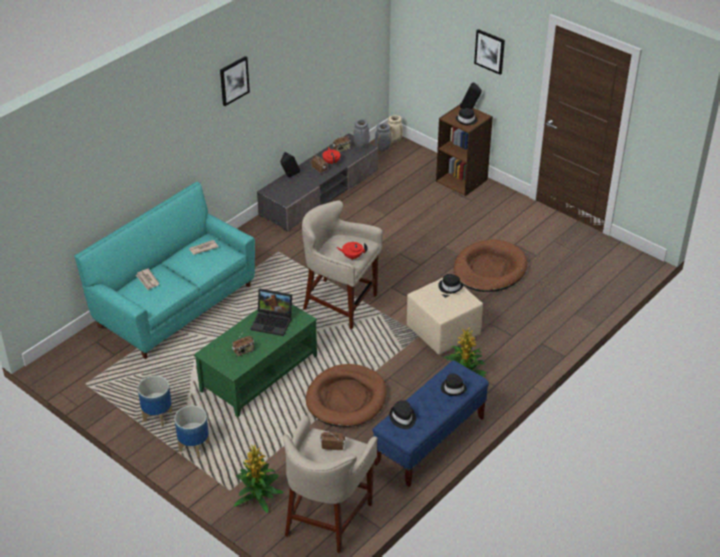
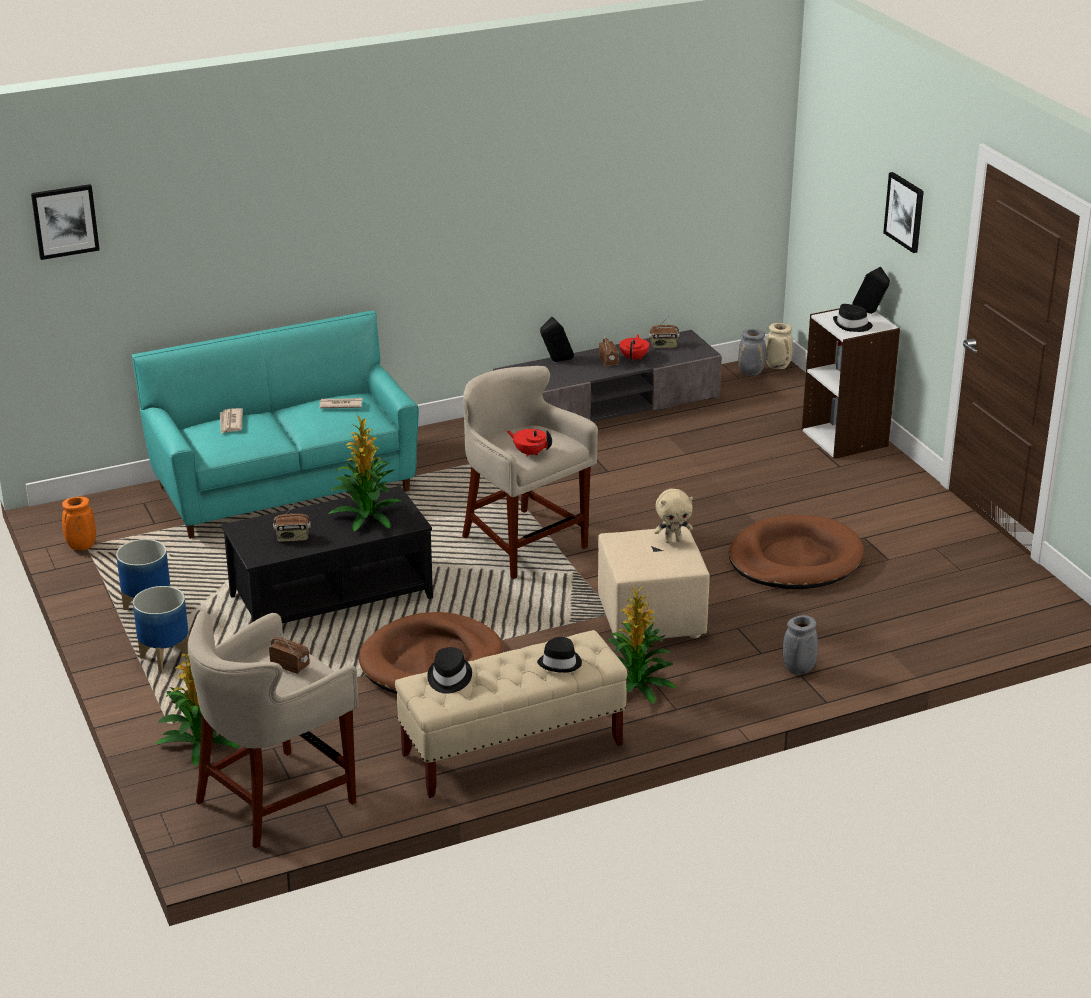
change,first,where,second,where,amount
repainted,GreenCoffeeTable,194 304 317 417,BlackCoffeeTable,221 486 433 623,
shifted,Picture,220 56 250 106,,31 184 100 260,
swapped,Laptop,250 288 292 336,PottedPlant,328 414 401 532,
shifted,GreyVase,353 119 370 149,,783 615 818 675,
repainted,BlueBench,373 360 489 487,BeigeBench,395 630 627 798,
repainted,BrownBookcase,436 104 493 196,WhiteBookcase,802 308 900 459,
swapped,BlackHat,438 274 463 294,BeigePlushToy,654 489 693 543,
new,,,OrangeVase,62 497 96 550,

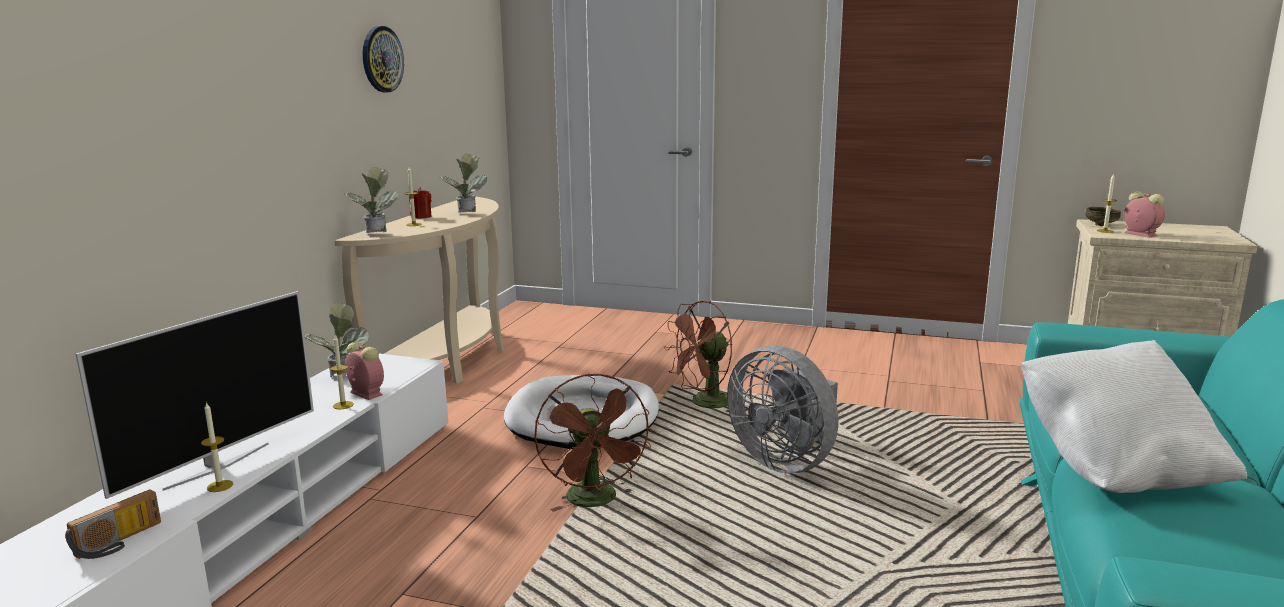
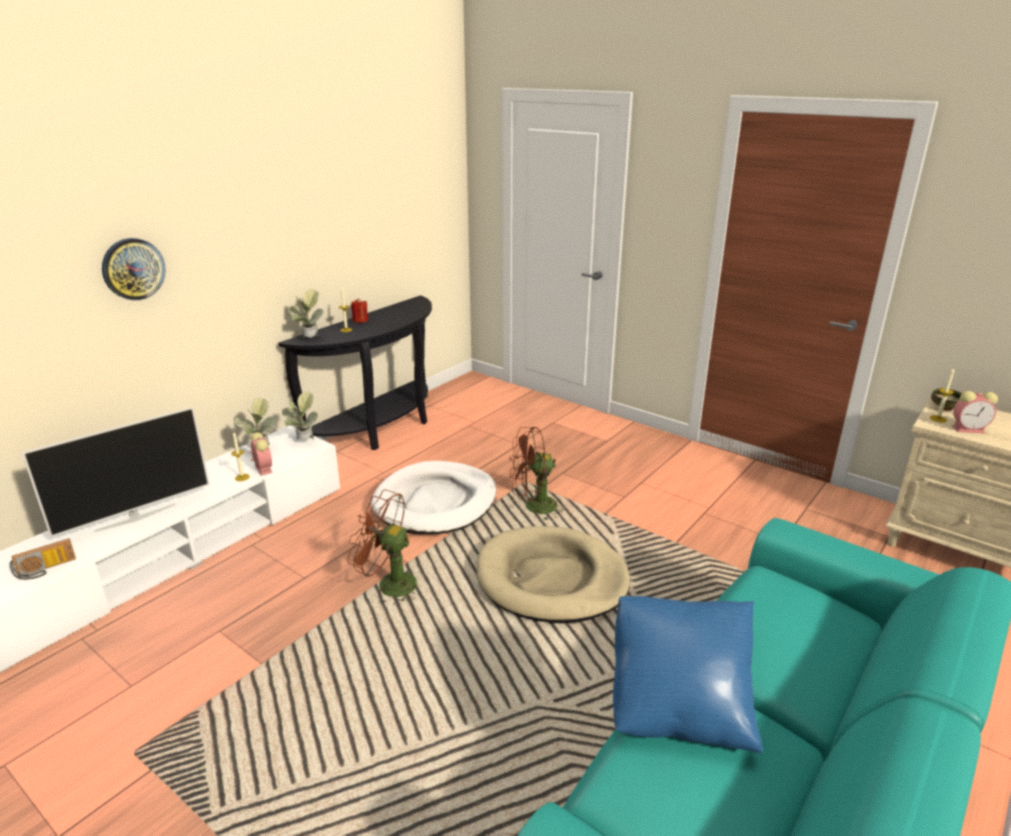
change,first,where,second,where,amount
gone,Candle,201 402 233 492,,,
repainted,BeigeConsoleTable,334 197 504 384,BlackConsoleTable,278 295 432 450,
shifted,WallClock,363 26 404 92,,102 238 165 300,
shifted,PottedPlant,440 154 487 213,,282 392 318 441,
rotated,BrownFan,534 374 651 512,,348 489 417 606,105 degrees clockwise
swapped,GreyFan,727 345 839 474,BeigeDogBed,476 526 630 623,
repainted,WhitePillow,1021 340 1247 493,BluePillow,613 596 762 753,
rotated,AlarmClock,1124 191 1165 238,,952 391 998 434,105 degrees clockwise

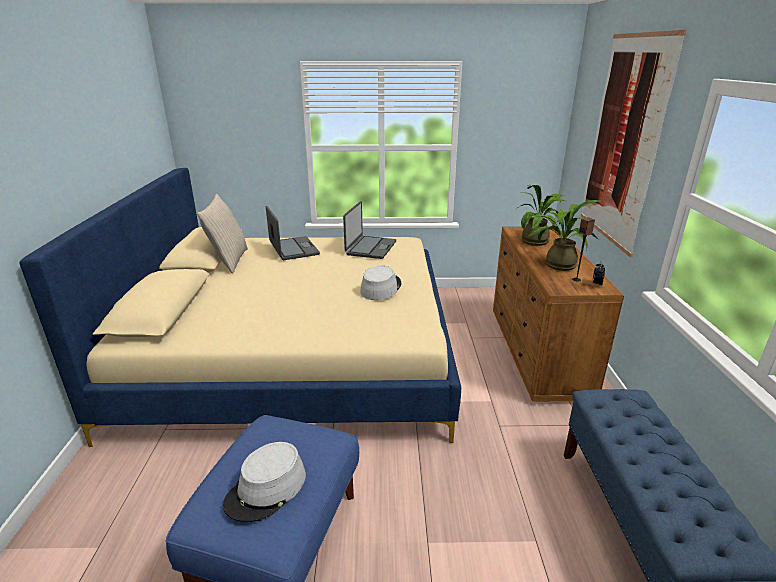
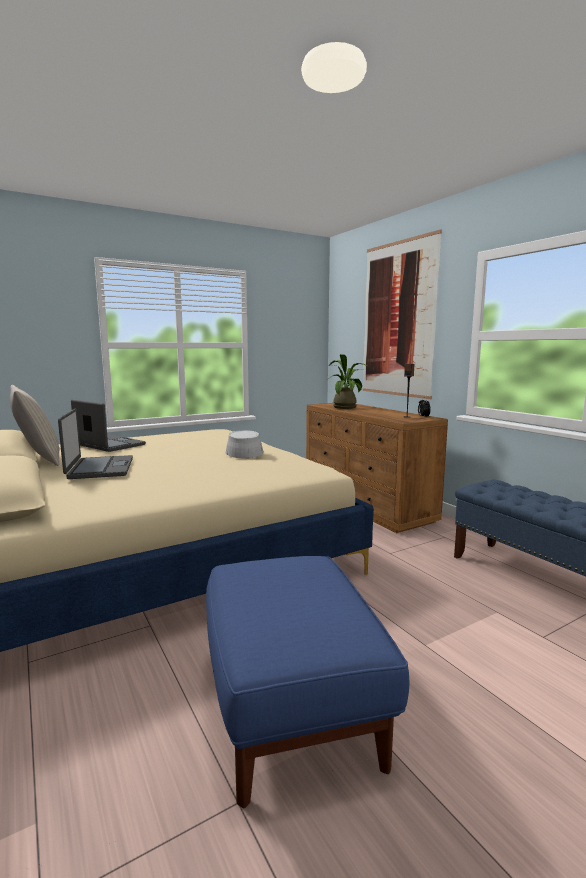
change,first,where,second,where,amount
gone,GreyHat,223 442 306 522,,,
shifted,Laptop,343 201 396 259,,58 408 133 479,
gone,PottedPlant,526 200 602 271,,,

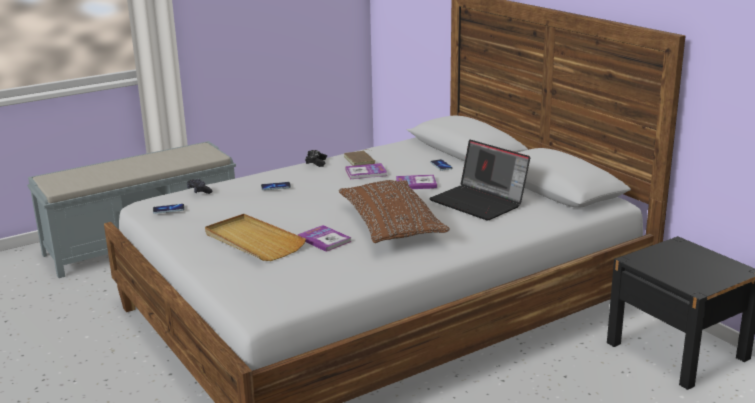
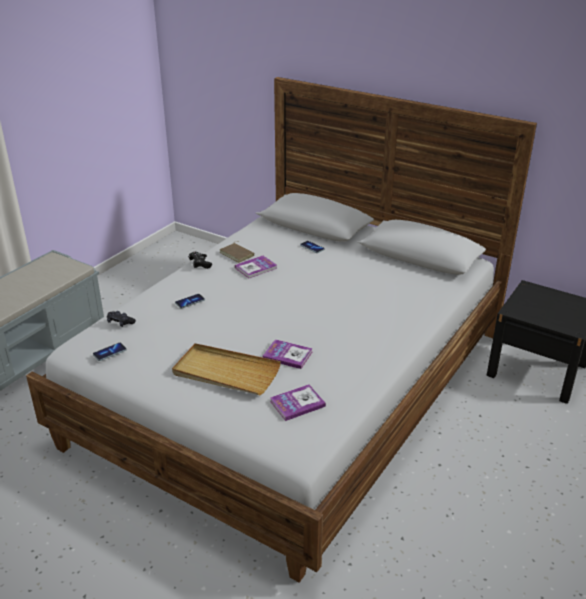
change,first,where,second,where,amount
gone,BrownPillow,339 180 450 243,,,
shifted,Book,396 174 437 189,,270 384 326 421,
gone,Laptop,429 140 530 221,,,

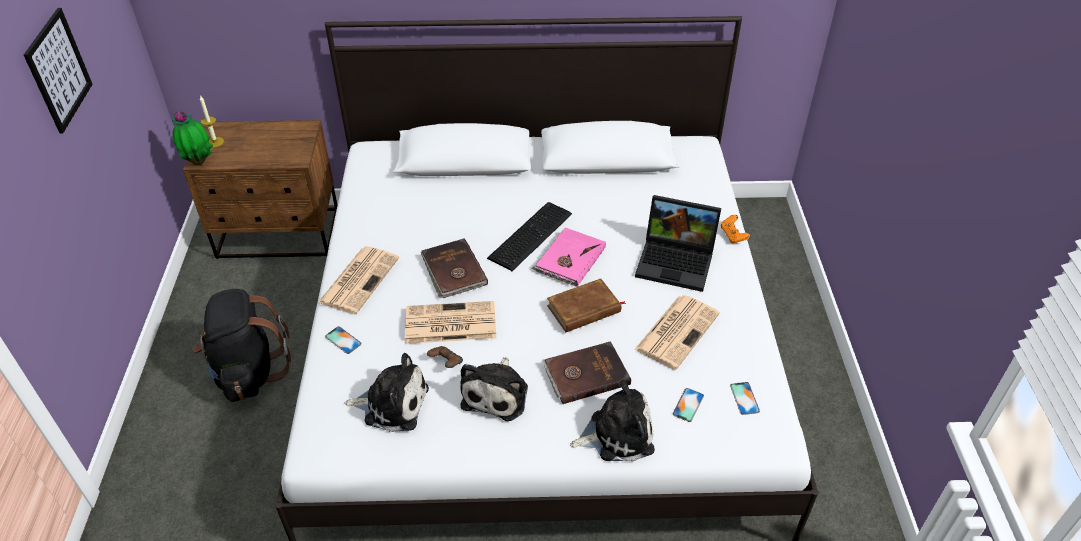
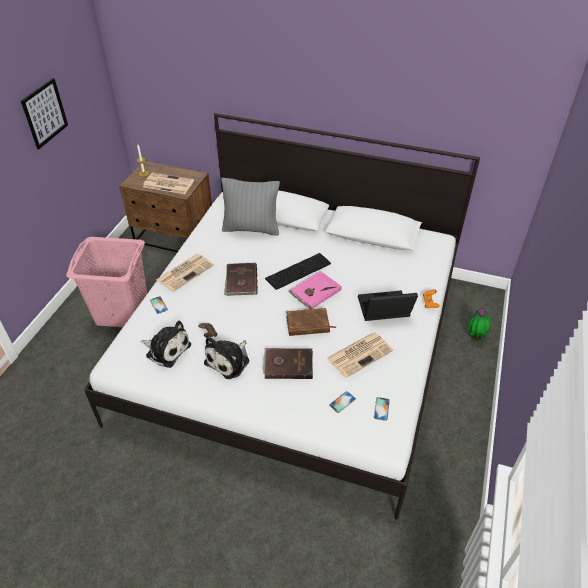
change,first,where,second,where,amount
shifted,PottedPlant,172 110 213 165,,467 308 491 341,
swapped,BlackBackpack,193 289 291 402,PinkLaundryBasket,66 237 147 327,
shifted,Newspaper,405 301 496 344,,143 173 194 194,
gone,PlushToy,570 380 655 461,,,
rotated,Laptop,635 195 721 292,,358 290 418 321,135 degrees clockwise
new,,,GreyPillow,221 178 280 236,

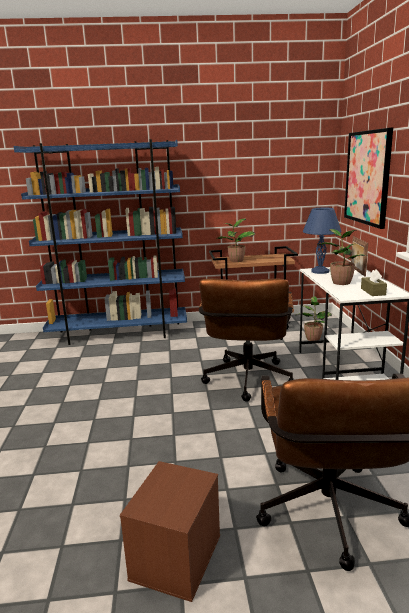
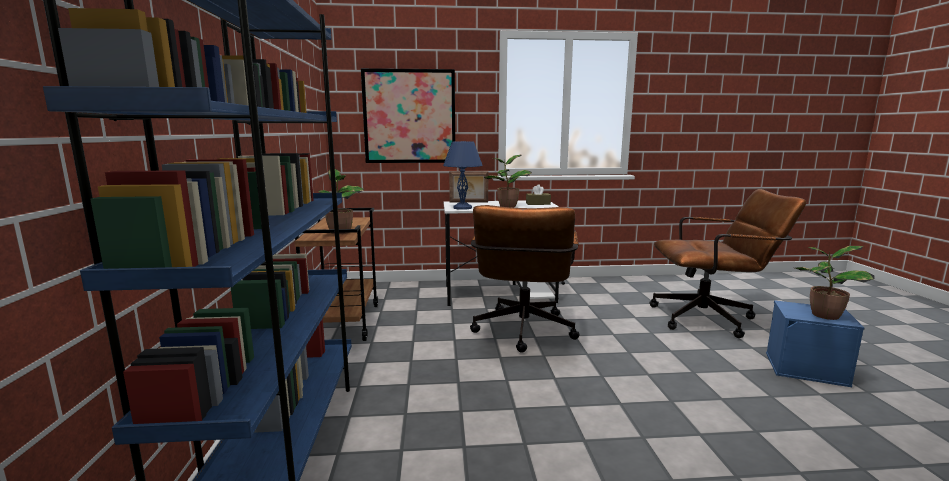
change,first,where,second,where,amount
repainted,BrownStorageBox,120 461 220 602,BlueStorageBox,766 300 864 387,
rotated,BrownOfficeChair,199 278 294 402,,470 205 580 353,90 degrees clockwise
shifted,PottedPlant,296 296 332 341,,795 246 874 320,

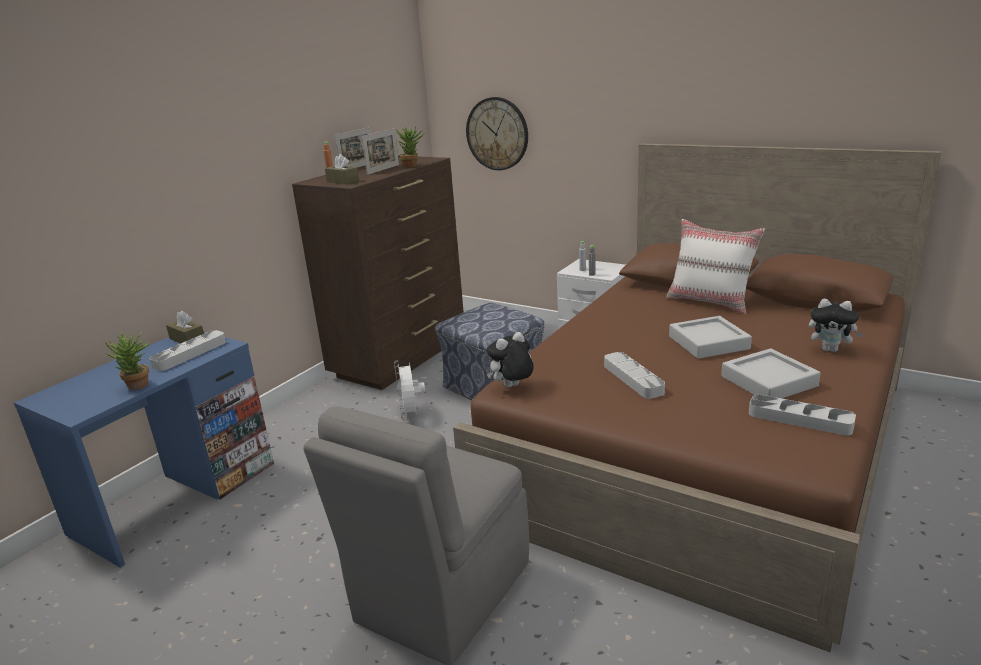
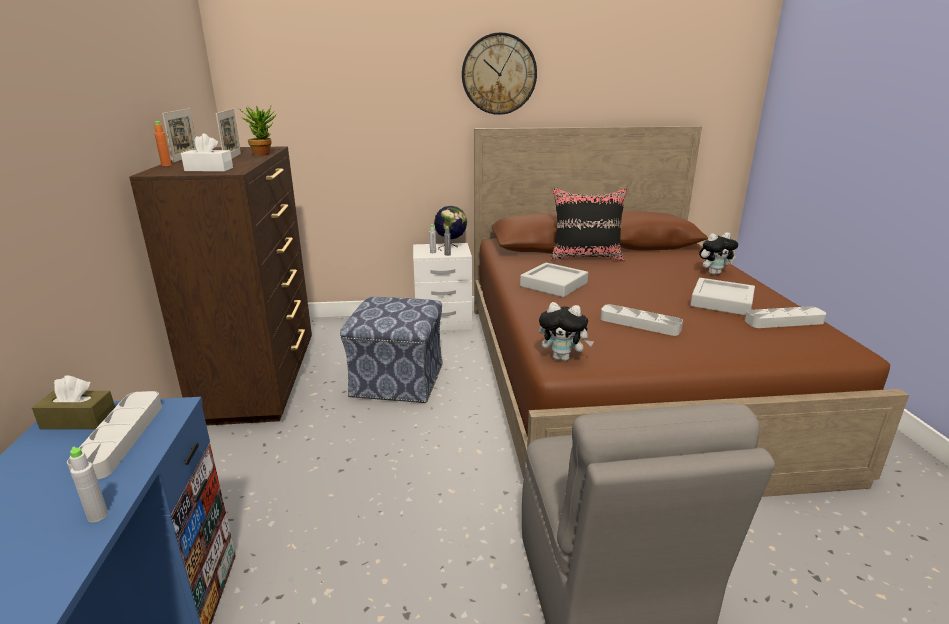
change,first,where,second,where,amount
swapped,PottedPlant,105 331 150 390,GreyBottle,70 446 108 523,
repainted,BrownTissueBox,325 154 359 184,WhiteTissueBox,181 134 233 172,
gone,WhiteFan,394 360 425 420,,,
shifted,WallClock,466 97 528 170,,462 32 537 115,
rotated,PlushToy,487 332 533 387,,539 302 594 361,90 degrees counterclockwise
repainted,WhitePillow,666 219 765 314,BlackPillow,551 188 627 261,
shifted,GreyTray,669 316 752 359,,520 262 588 297,
new,,,Globe,434 206 467 251,

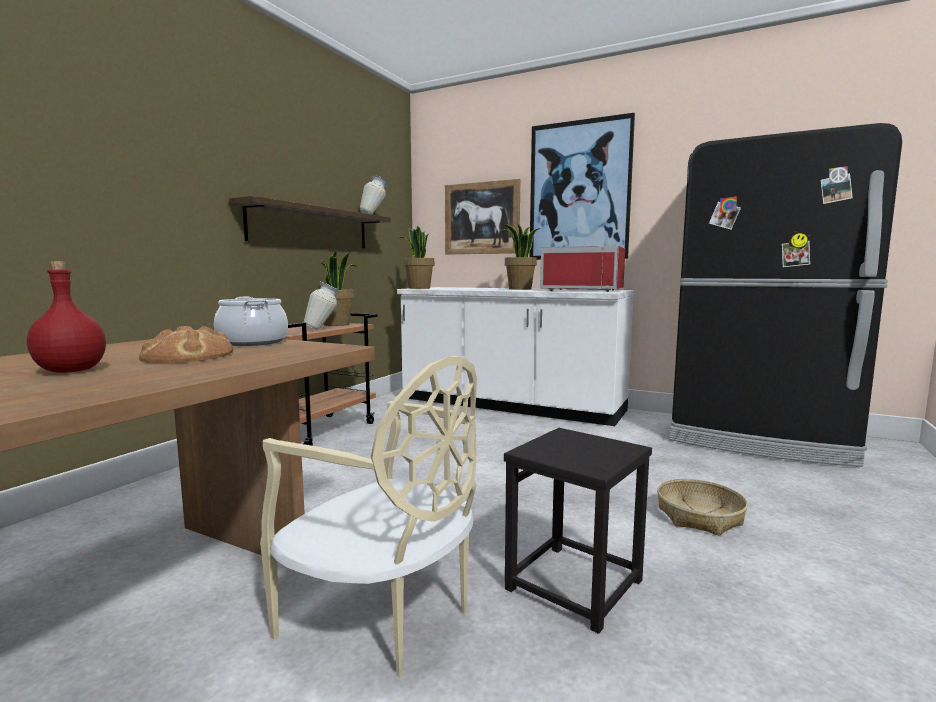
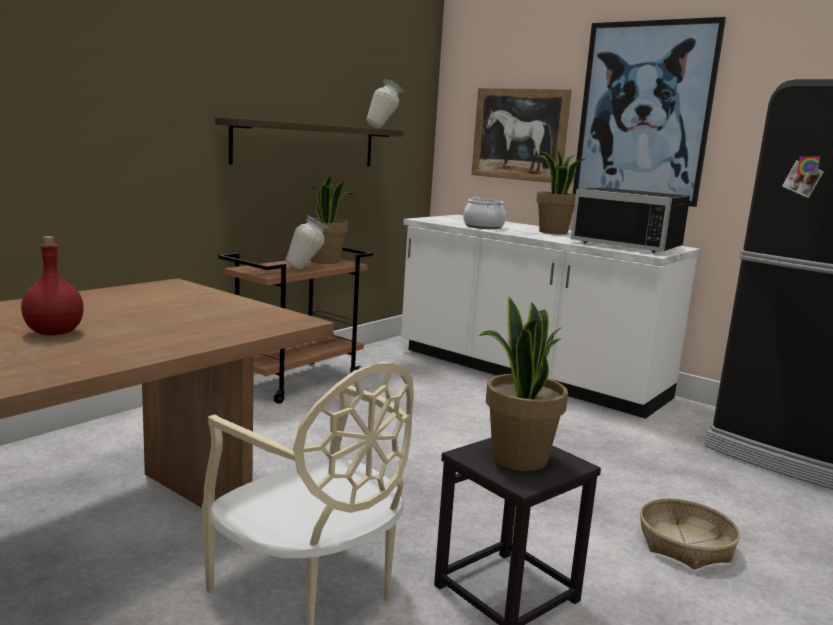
change,first,where,second,where,amount
gone,Bread,139 326 233 363,,,
shifted,CookingPot,214 297 288 346,,463 197 506 229,
shifted,PottedPlant,398 226 434 289,,479 297 568 471,
repainted,RedMicrowave,540 246 625 292,BlackMicrowave,571 187 690 253,

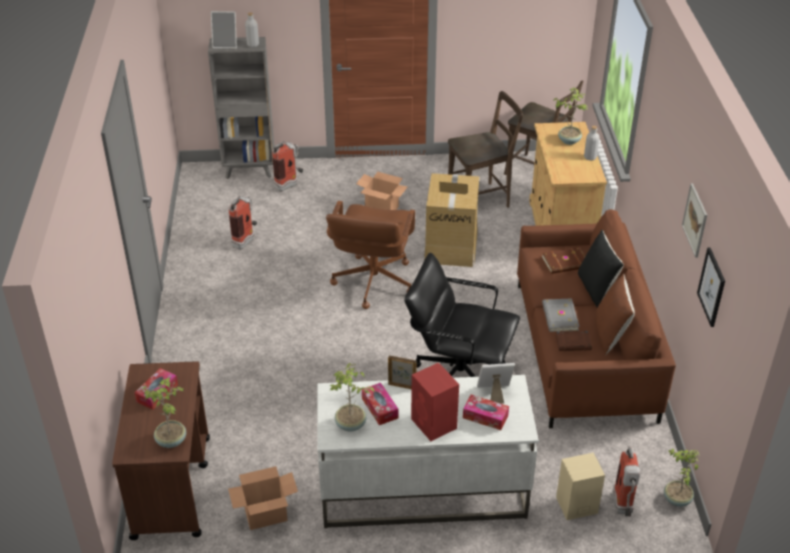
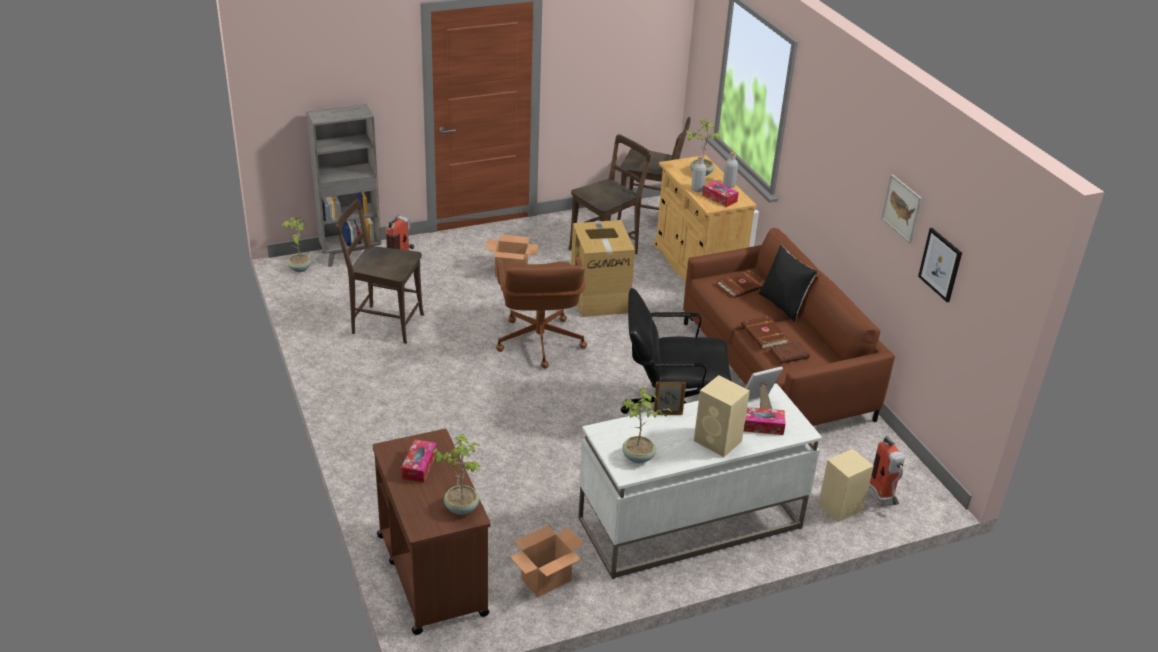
change,first,where,second,where,amount
gone,PictureFrame,211 11 237 49,,,
swapped,FireExtinguisher,228 196 257 250,BrownChair,336 199 424 344,
shifted,GreyBottle,245 12 259 47,,691 156 706 192,
shifted,TissueBox,362 383 398 425,,702 181 739 207,
repainted,RedSpeaker,411 363 459 441,BeigeSpeaker,694 375 750 457,
repainted,GreyBook,542 298 580 332,BrownBook,741 316 788 349,
gone,BrownPillow,595 274 635 355,,,
shifted,PottedPlant,664 448 700 507,,281 217 312 272,

